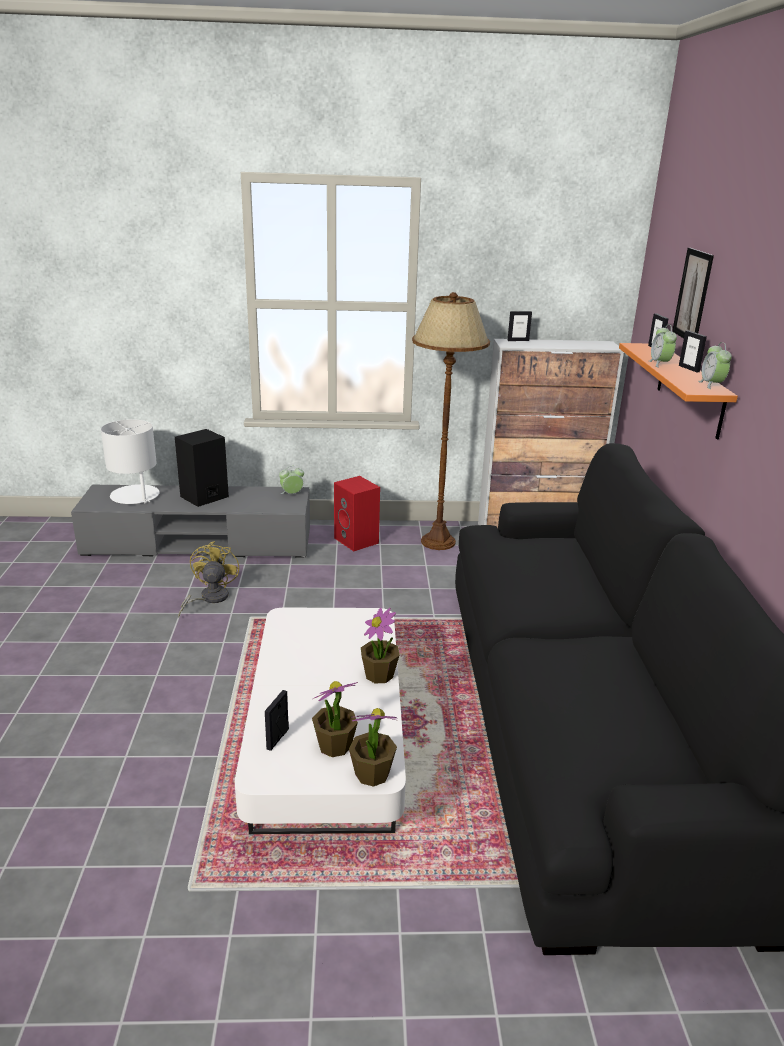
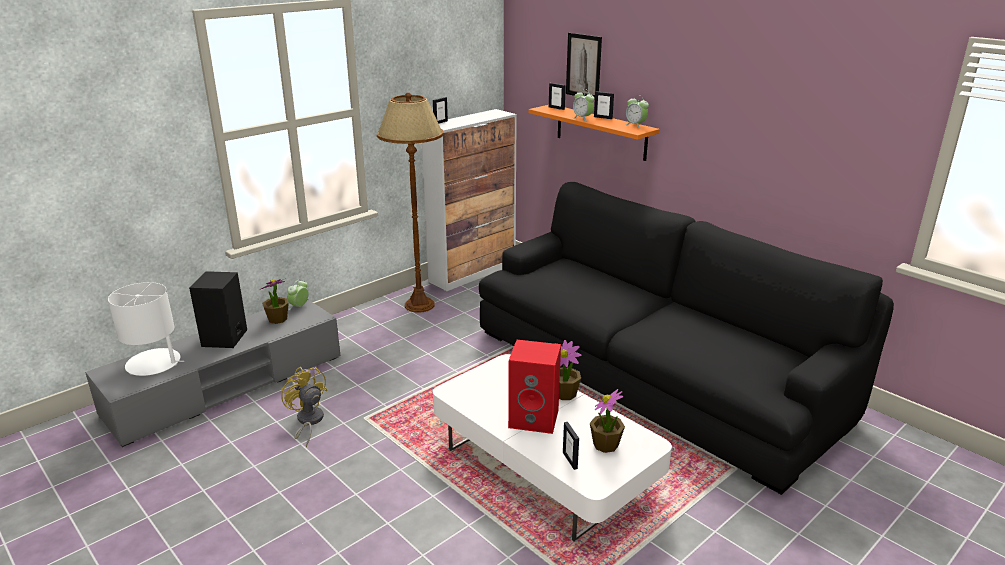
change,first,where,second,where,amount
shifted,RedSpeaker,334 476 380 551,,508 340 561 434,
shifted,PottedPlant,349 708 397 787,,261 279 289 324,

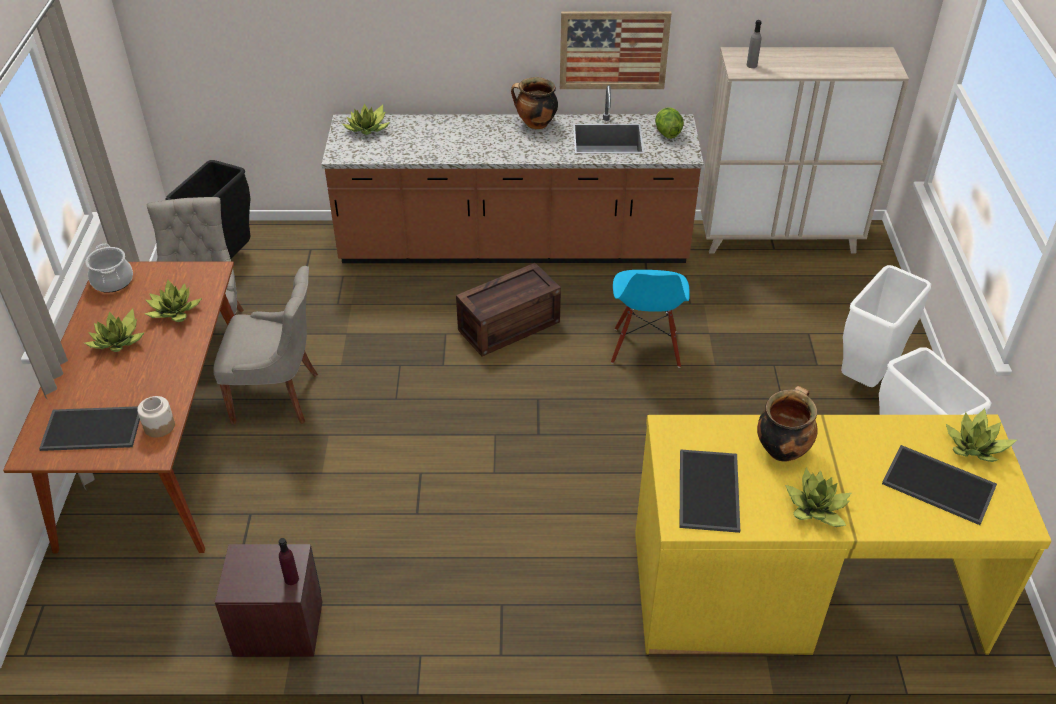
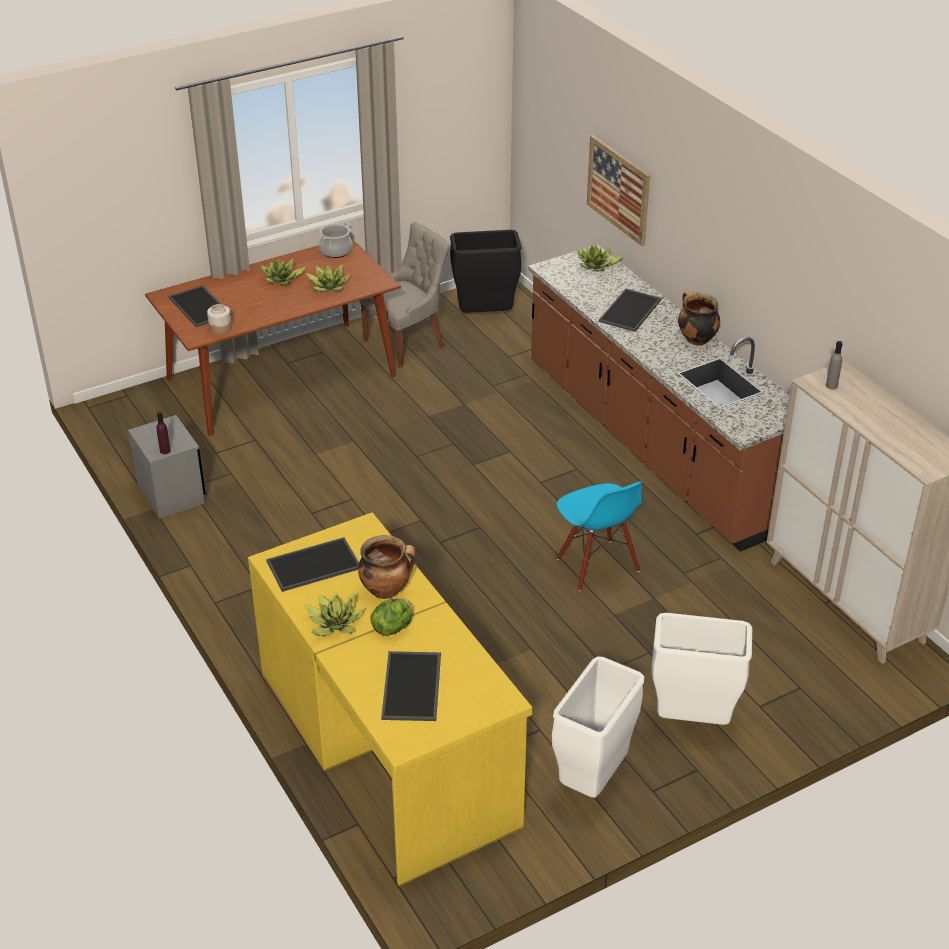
change,first,where,second,where,amount
gone,GreyChair,214 266 318 424,,,
repainted,BrownNightstand,215 544 323 657,GreyNightstand,128 415 206 519,
gone,Crate,456 263 561 356,,,
shifted,Picture,560 11 671 89,,587 135 650 246,
rotated,BlueChair,611 270 690 367,,557 481 642 591,90 degrees counterclockwise
shifted,Lettuce,655 107 684 139,,370 598 413 636,
gone,PottedPlant,946 408 1017 462,,,
new,,,Tray,599 289 662 332,

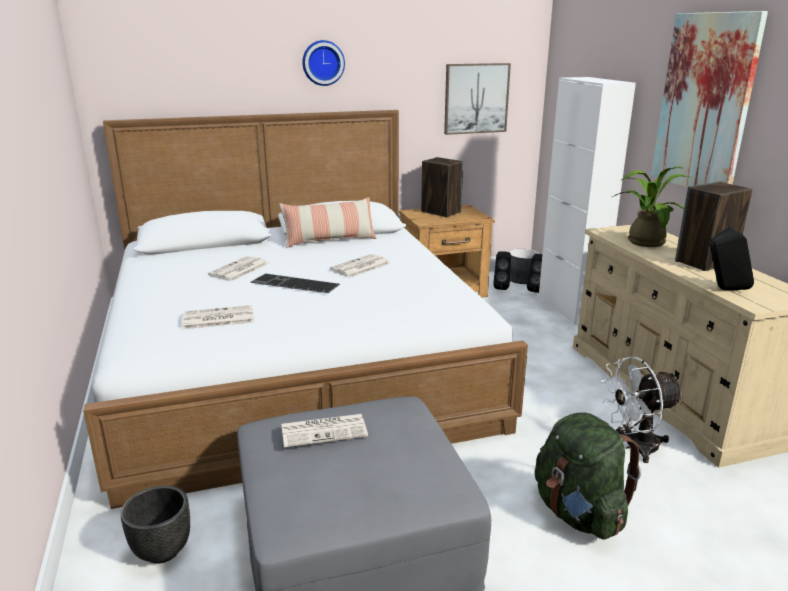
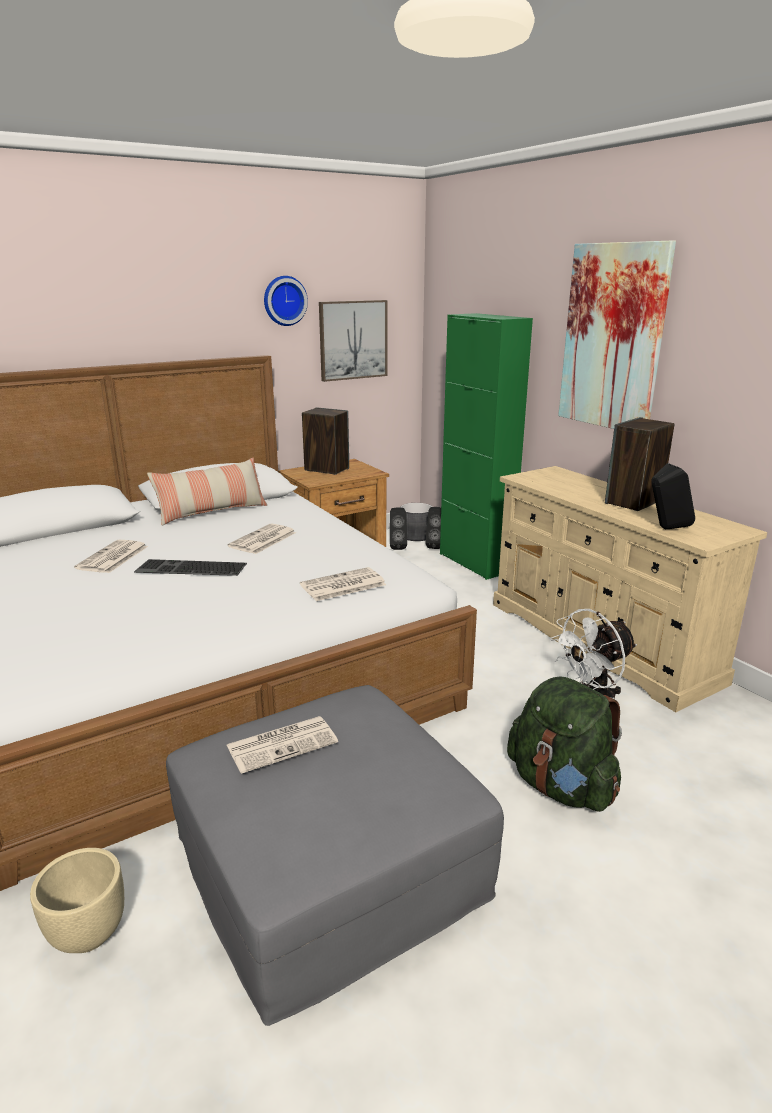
change,first,where,second,where,amount
repainted,BlackPlanter,121 485 190 564,BeigePlanter,30 848 124 953,
shifted,Newspaper,182 305 254 330,,300 567 386 601,
shifted,WallClock,302 40 345 86,,264 276 308 326,
repainted,WhiteCabinet,538 77 636 325,GreenCabinet,440 313 533 580,
gone,PottedPlant,611 167 695 247,,,

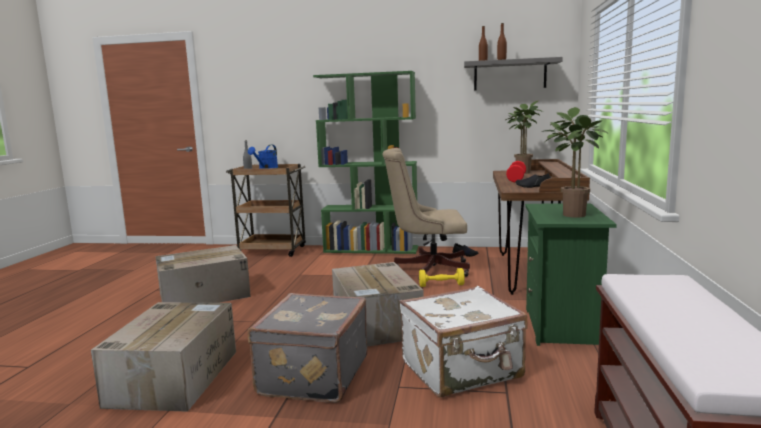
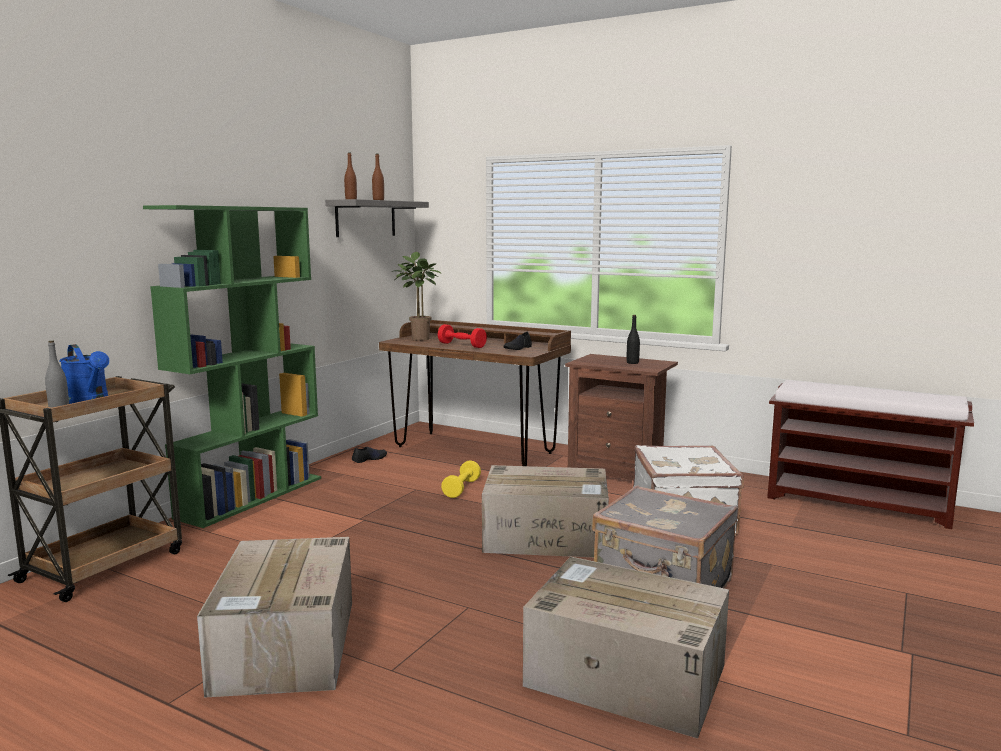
change,first,where,second,where,amount
gone,BeigeOfficeChair,383 148 470 278,,,
repainted,GreenNightstand,525 203 617 346,BrownNightstand,565 354 678 480,
swapped,PottedPlant,541 107 609 218,BlackBottle,627 315 640 364,

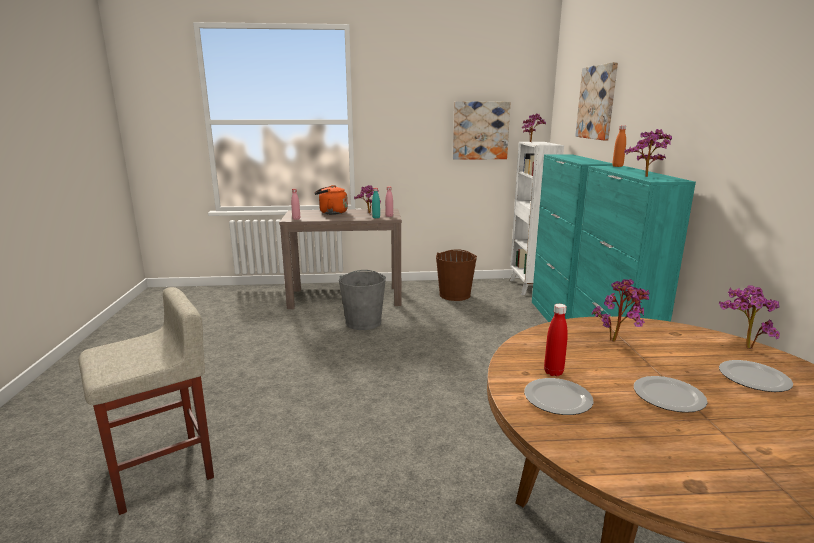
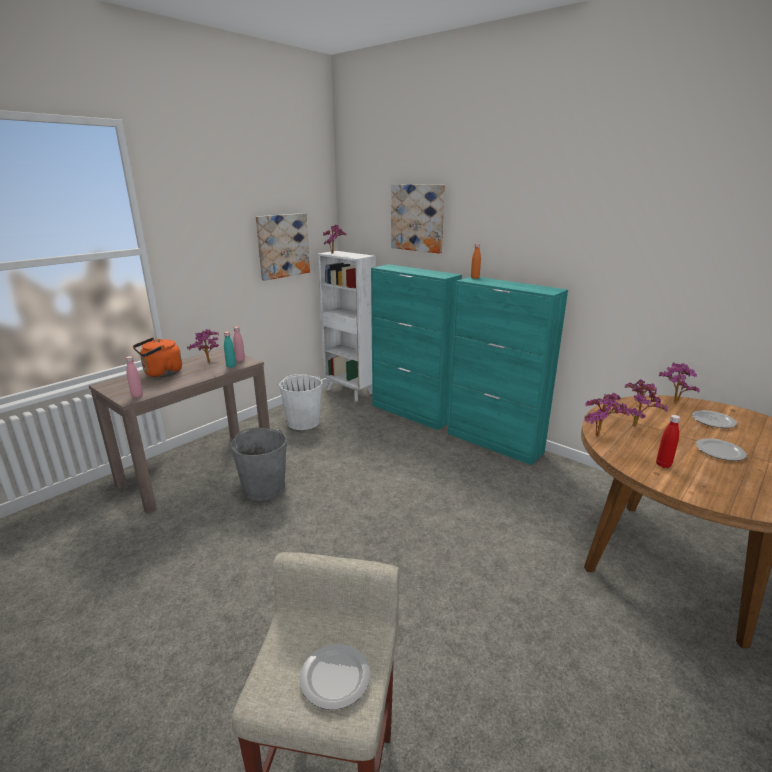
change,first,where,second,where,amount
repainted,BrownBucket,436 249 477 301,WhiteBucket,279 374 323 430,
shifted,Plate,524 378 594 415,,300 644 371 710,
shifted,PottedPlant,624 129 672 177,,585 393 630 437,

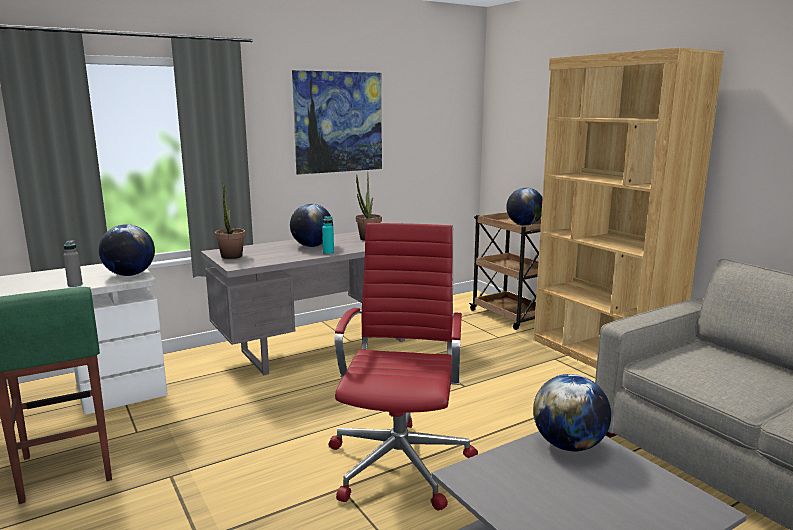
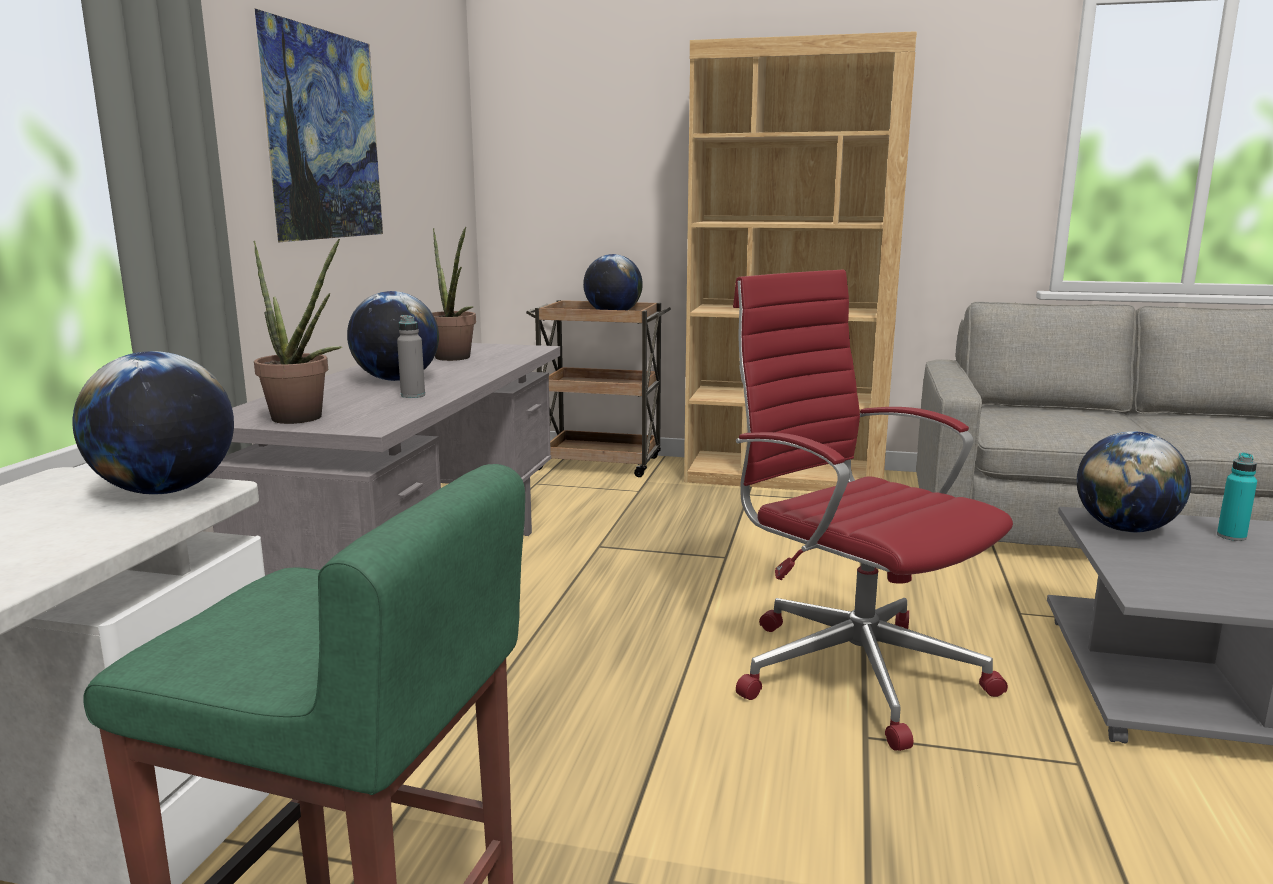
change,first,where,second,where,amount
shifted,GreyBottle,63 240 83 287,,397 315 425 398,
shifted,TurquoiseBottle,322 216 334 255,,1217 453 1257 541,

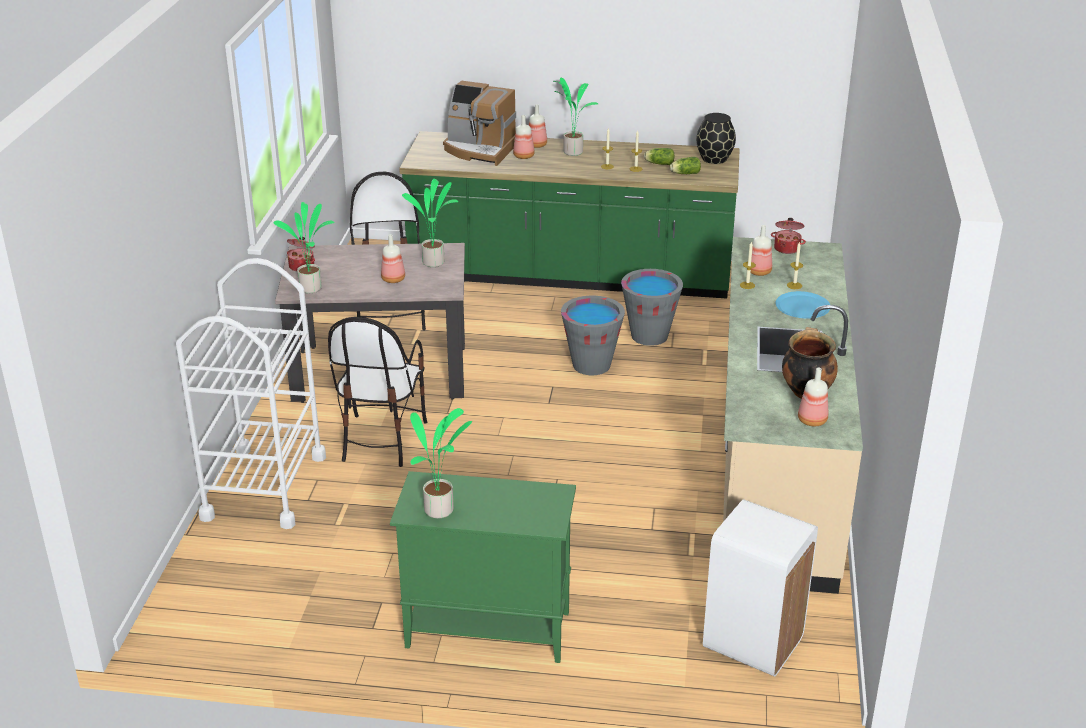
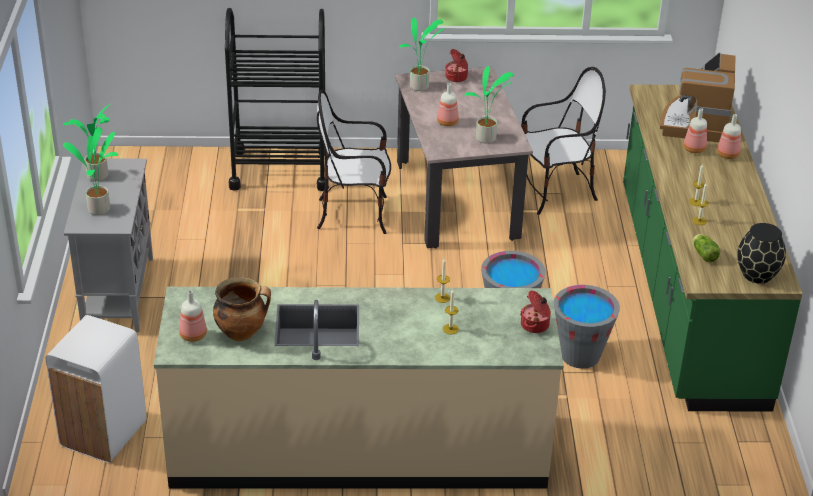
change,first,where,second,where,amount
repainted,WhiteCart,176 258 326 529,BlackCart,225 8 325 191,
repainted,GreenCabinet,390 471 576 663,GreyCabinet,64 158 153 332,
shifted,PottedPlant,553 78 598 156,,63 127 118 215,
gone,Lettuce,644 148 674 165,,,
gone,Bottle,751 225 772 276,,,
gone,BluePlate,776 291 830 319,,,

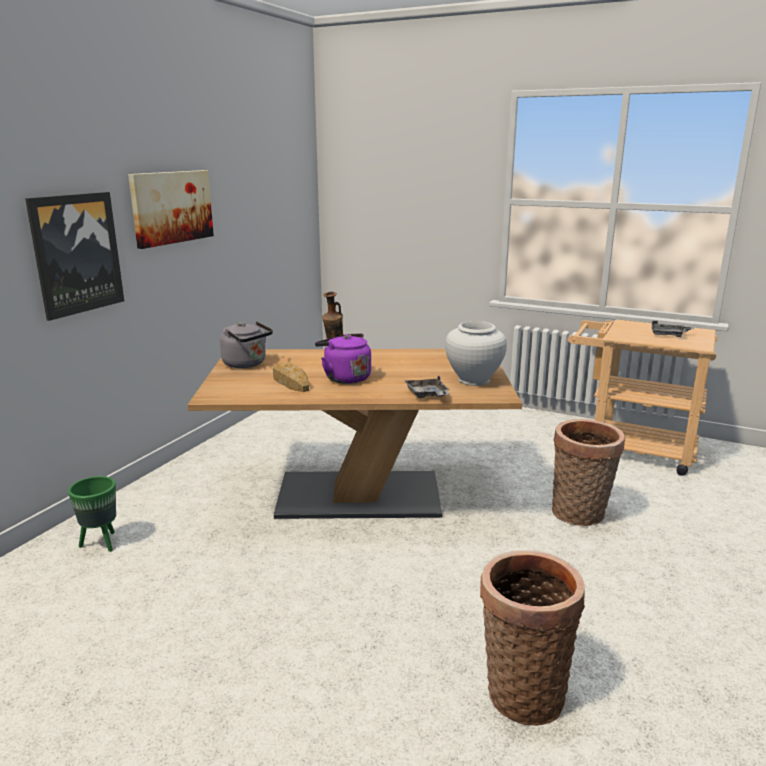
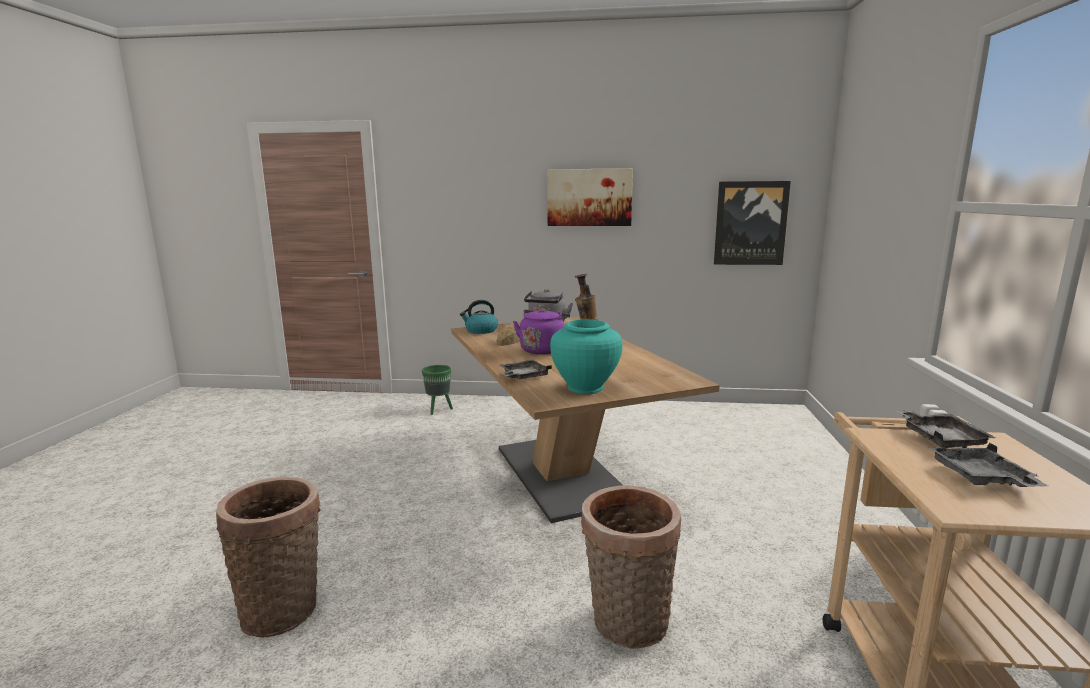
change,first,where,second,where,amount
shifted,Picture,25 192 124 321,,714 181 791 265,
repainted,WhiteVase,445 321 507 386,TurquoiseVase,550 319 623 394,
new,,,Kettle,460 300 498 334,
new,,,GreyTray,897 410 996 448,

